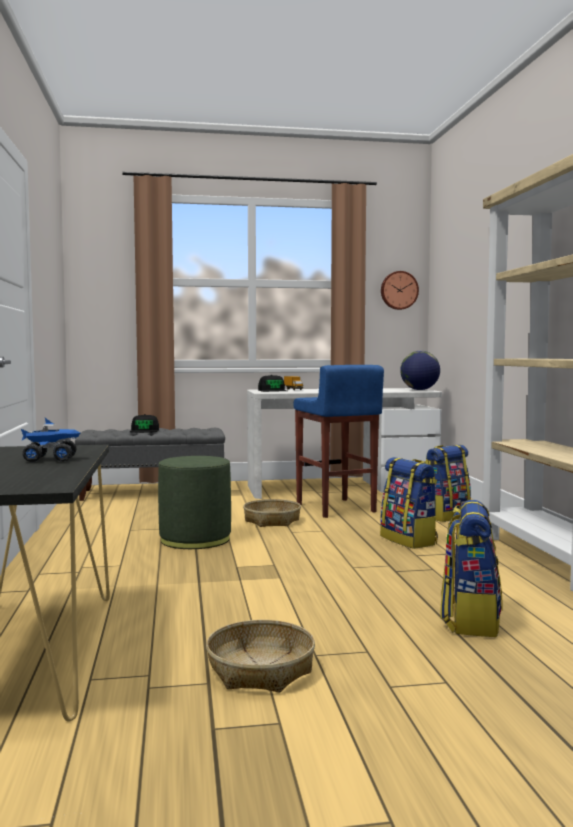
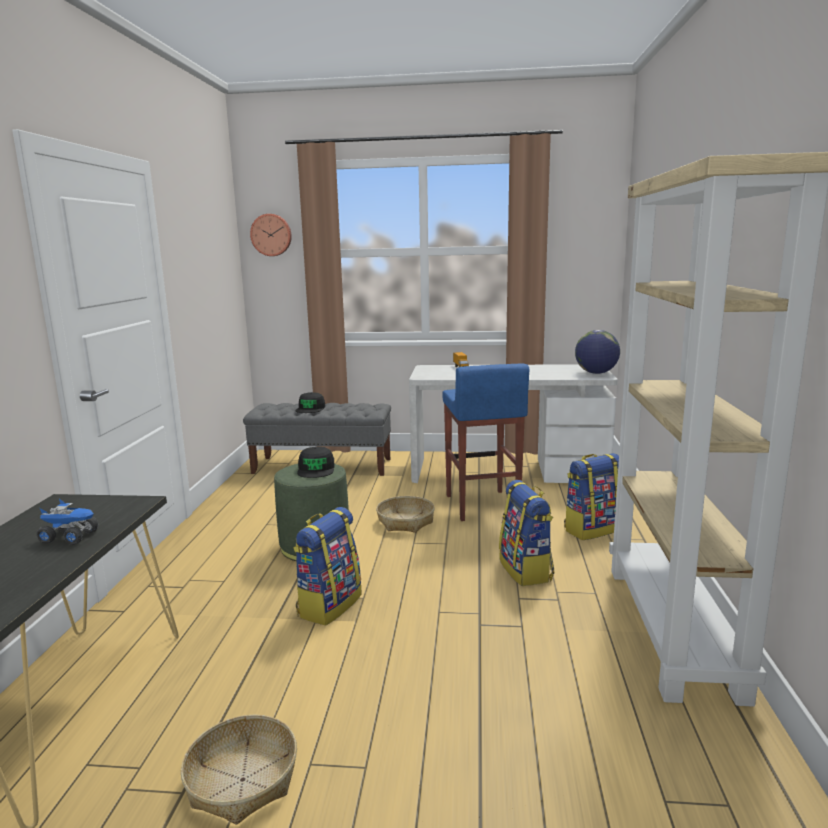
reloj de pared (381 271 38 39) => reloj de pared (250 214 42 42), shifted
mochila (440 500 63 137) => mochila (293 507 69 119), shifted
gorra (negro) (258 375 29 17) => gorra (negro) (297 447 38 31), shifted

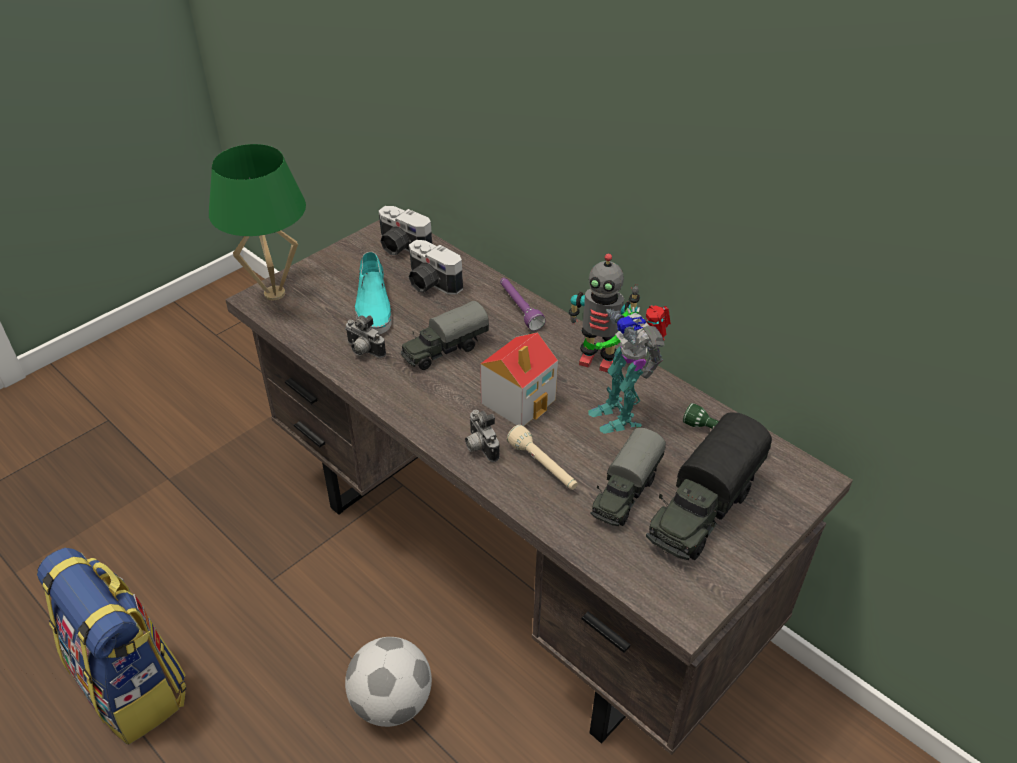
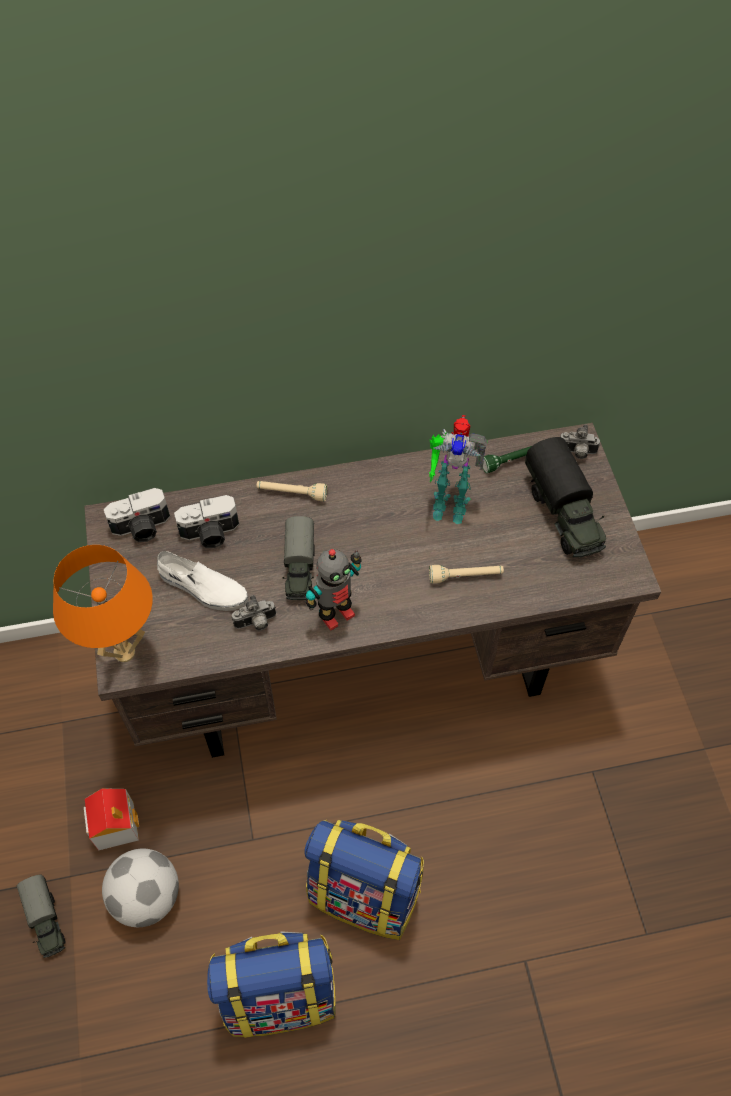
camión de juguete (590 428 76 98) => camión de juguete (17 874 49 84), shifted
lámpara de mesa (verde) (209 144 97 156) => lámpara de mesa (naranja) (53 545 100 117)
casita (480 332 78 94) => casita (84 788 55 63), shifted
balón de fútbol (345 637 87 90) => balón de fútbol (102 848 77 79), shifted
zapato (turquesa) (355 252 37 82) => zapato (blanco) (157 551 92 60)
linterna (morado) (500 278 46 53) => linterna (beis) (257 481 70 20)
nothing => mochila (304 820 120 120)
robot de juguete (569 253 71 119) => robot de juguete (306 549 55 81), shifted
cámara (465 410 35 52) => cámara (560 424 40 35), shifted

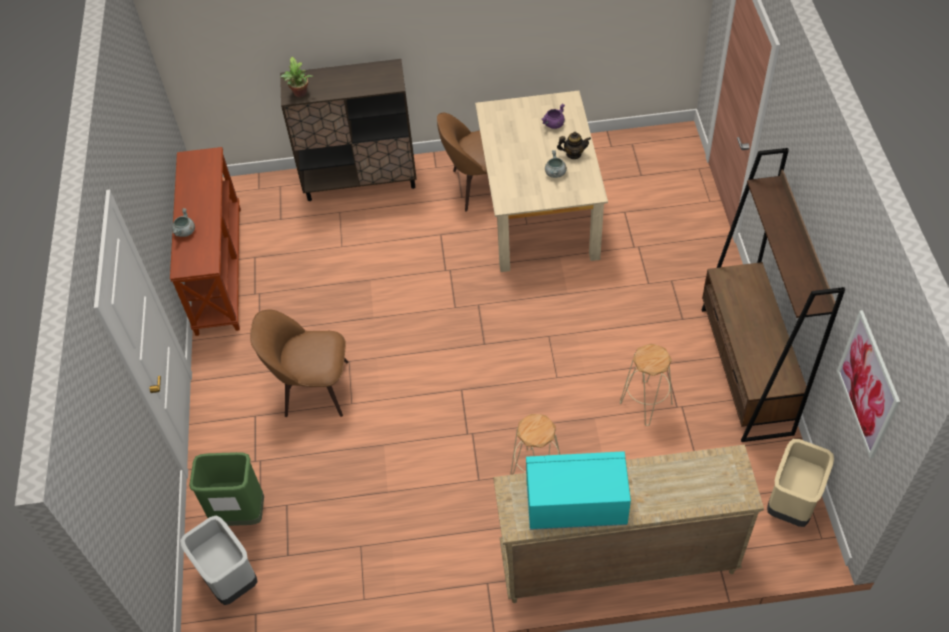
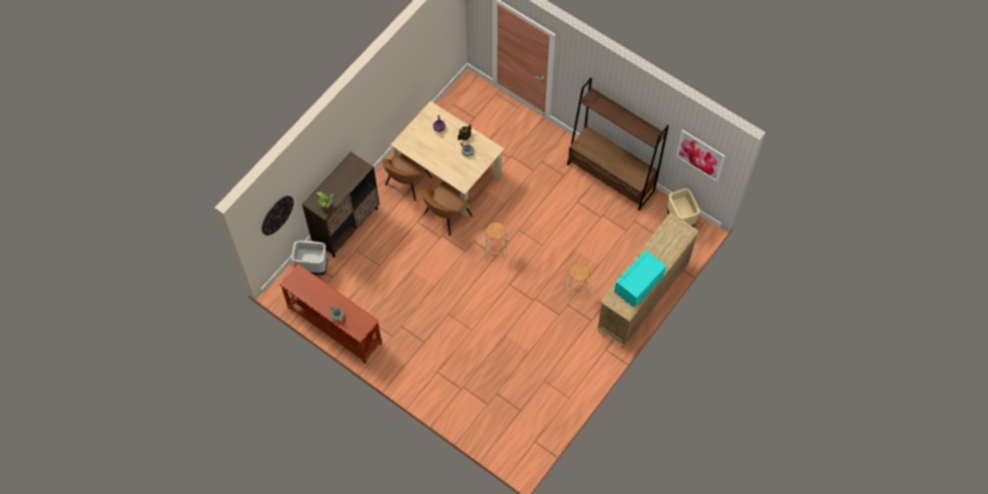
nothing => reloj de pared (262 196 32 39)
papelera (gris) (180 516 78 89) => papelera (gris) (291 241 37 34), shifted
silla (marrón) (250 309 99 108) => silla (marrón) (421 182 51 54), shifted
taburete (beis) (620 344 53 82) => taburete (beis) (484 222 24 39), shifted
papelera (verde) (189 452 75 74) => nothing

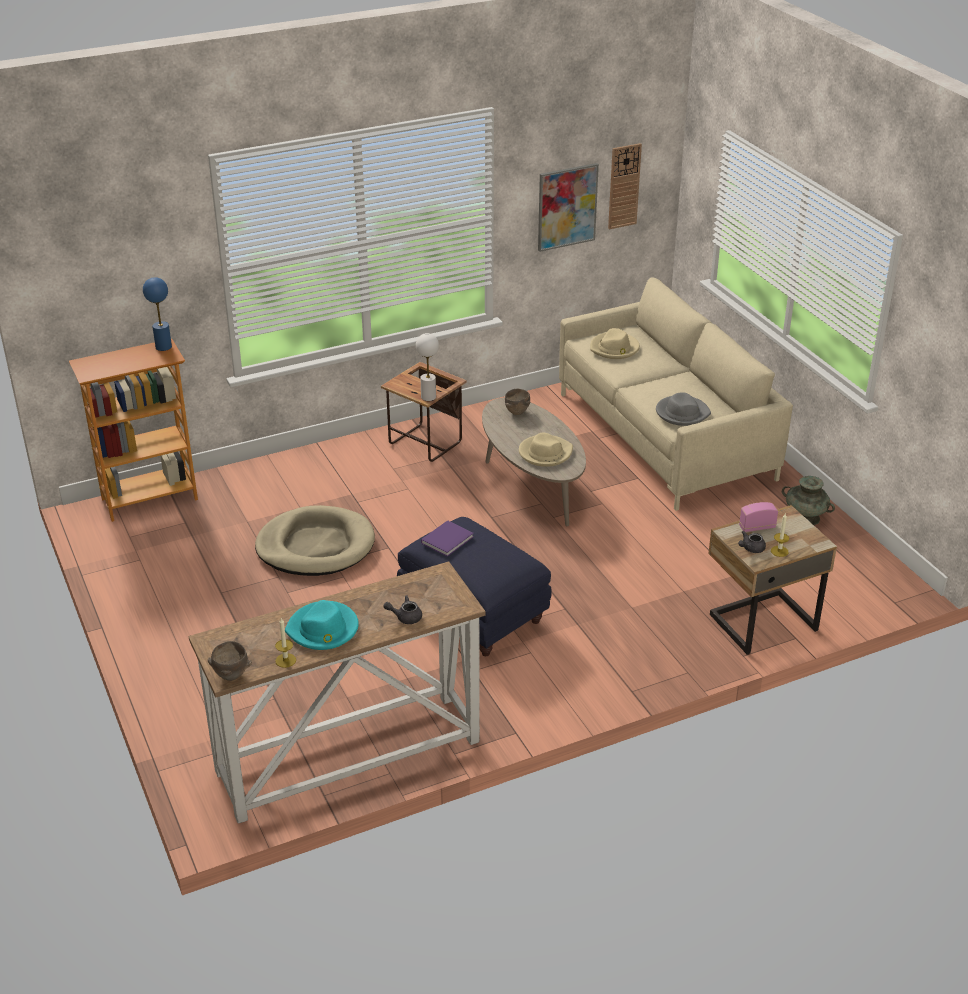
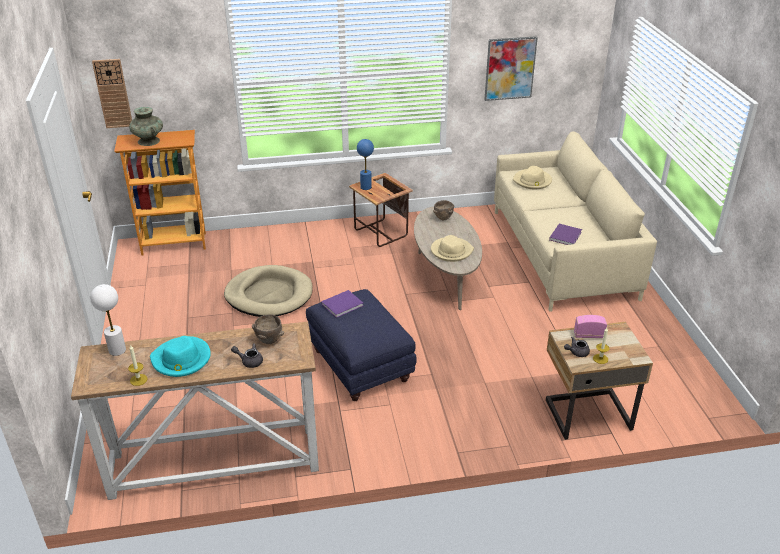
lámpara de mesa (blanco) (416 333 23 68) => lámpara de mesa (blanco) (90 284 36 72), shifted
reloj de pared (608 143 34 86) => reloj de pared (92 59 40 69), shifted
florero (turquesa) (782 476 53 49) => florero (turquesa) (129 107 34 39), shifted
cuenco (marrón) (208 641 44 40) => cuenco (marrón) (252 314 32 30), shifted
lámpara de mesa (azul) (143 277 29 74) => lámpara de mesa (azul) (357 139 17 51), shifted
sombrero (gris) (656 392 55 34) => libro (morado) (549 224 33 21)

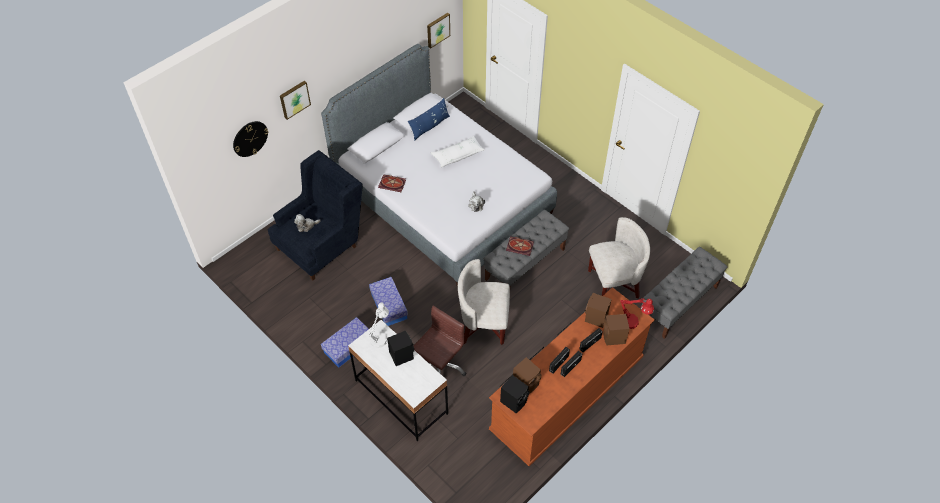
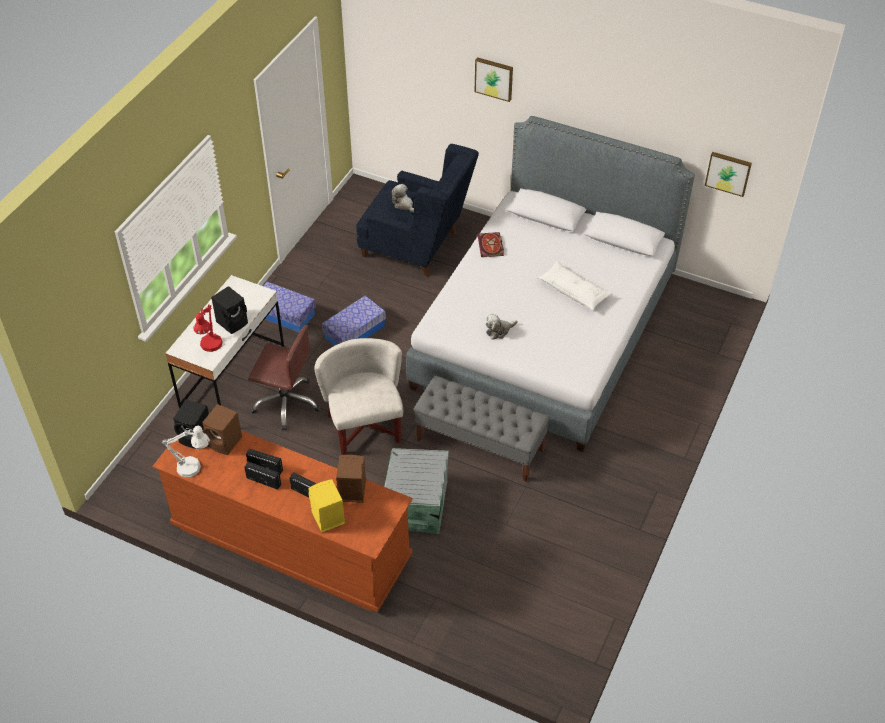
lámpara de mesa (blanco) (369 303 20 45) => lámpara de mesa (blanco) (162 426 48 52), shifted
lámpara de mesa (rojo) (620 298 34 31) => lámpara de mesa (rojo) (193 304 29 48), shifted
altavoz (marrón) (603 314 27 32) => altavoz (amarillo) (308 479 37 53)
nothing => caja de almacenaje (gris) (385 448 64 86)
reloj de pared (233 121 35 36) => nothing
cojín (azul) (408 98 42 43) => nothing
libro (506 236 28 20) => nothing
sillón (blanco) (588 217 62 82) => nothing
banco (gris) (642 247 85 92) => nothing

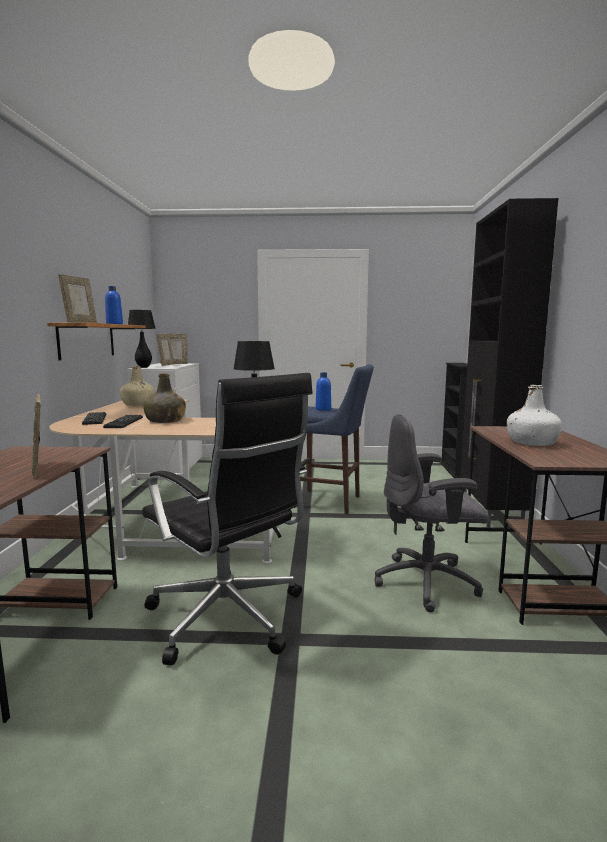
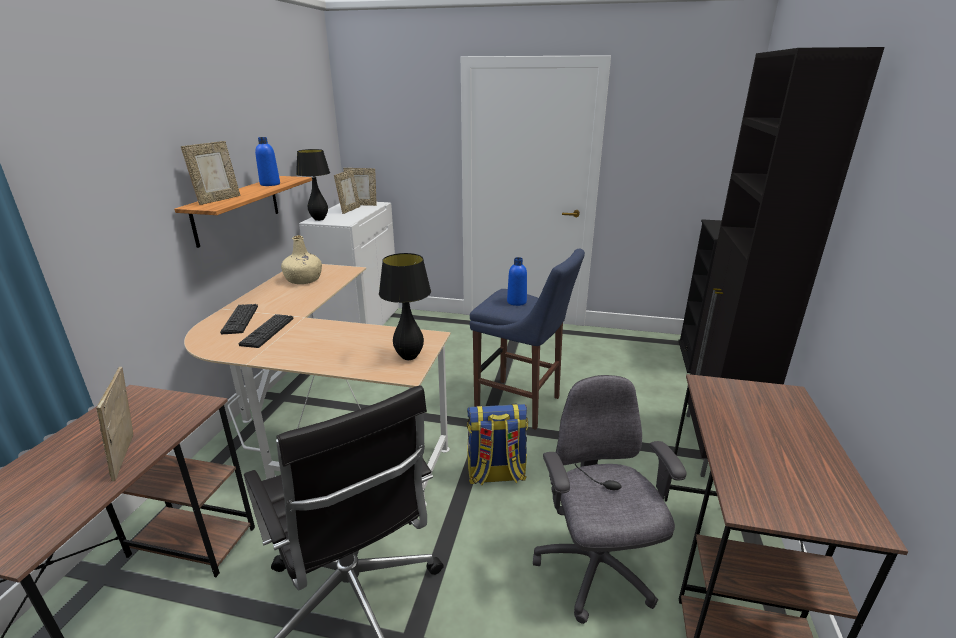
nothing => mochila (467 404 61 81)
silla de oficina (gris) (375 414 113 198) => silla de oficina (gris) (533 375 154 249), 75 degrees clockwise
botella (verde) (143 373 43 50) => nothing
botella (blanco) (507 385 55 61) => nothing

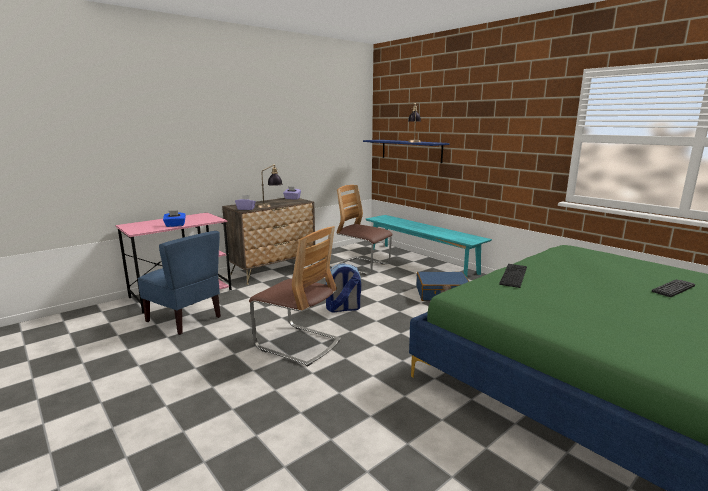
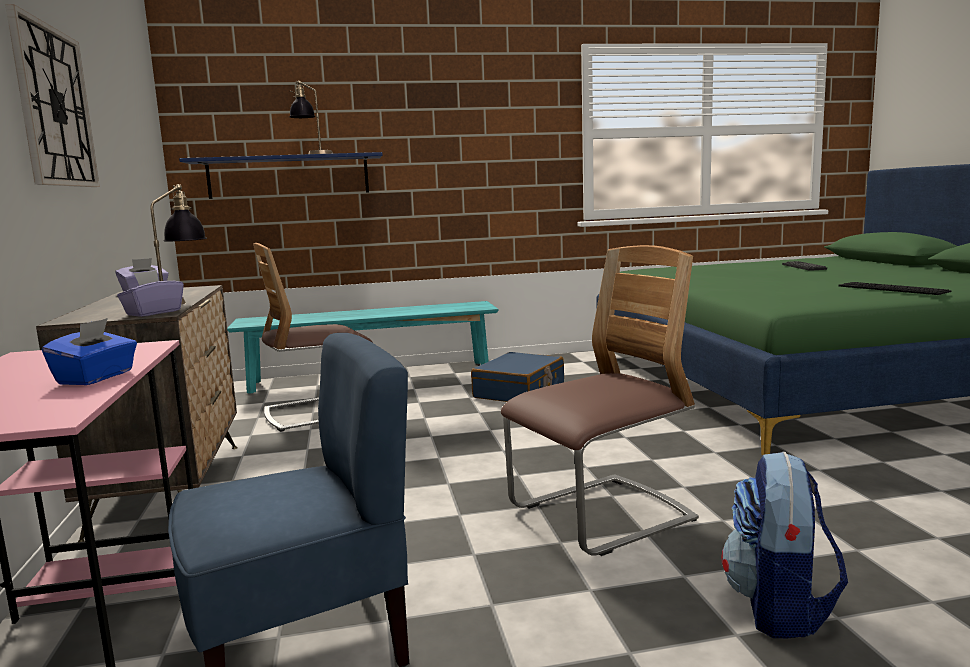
nothing => reloj de pared (5 4 95 183)
mochila (326 263 35 50) => mochila (721 452 127 186), shifted
teclado (499 264 28 24) => teclado (839 282 113 13), shifted

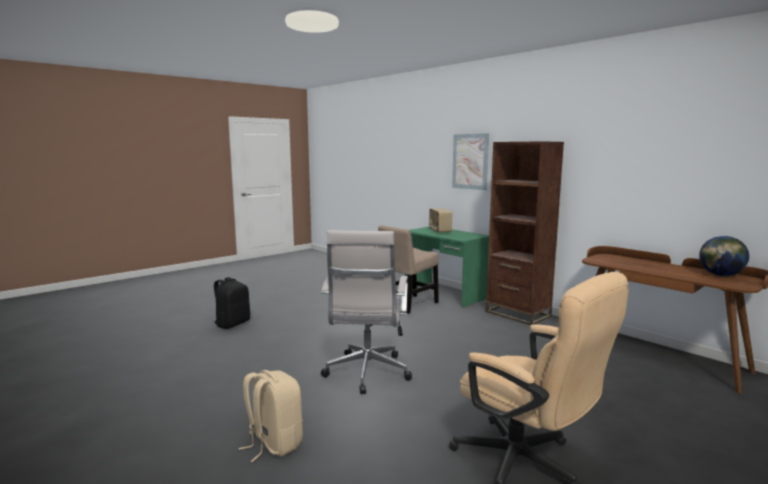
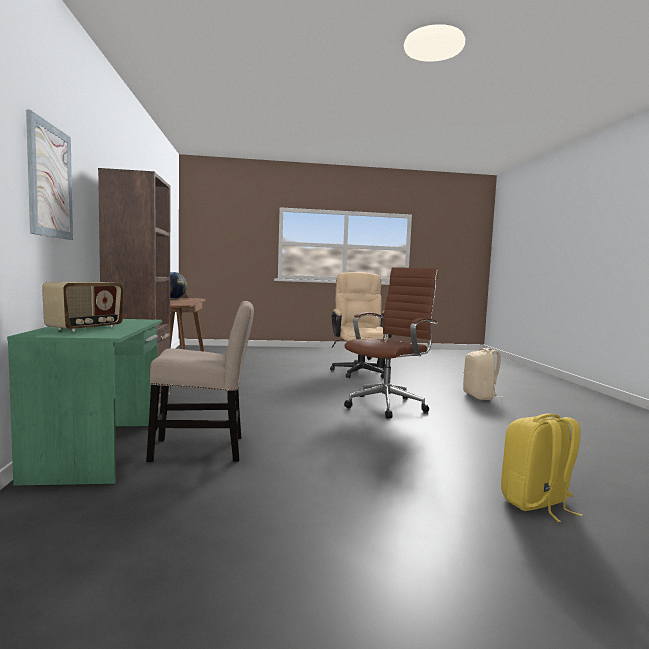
silla de oficina (blanco) (321 230 91 164) => silla de oficina (marrón) (344 267 94 152)
mochila (negro) (213 277 37 52) => mochila (amarillo) (501 414 82 108)

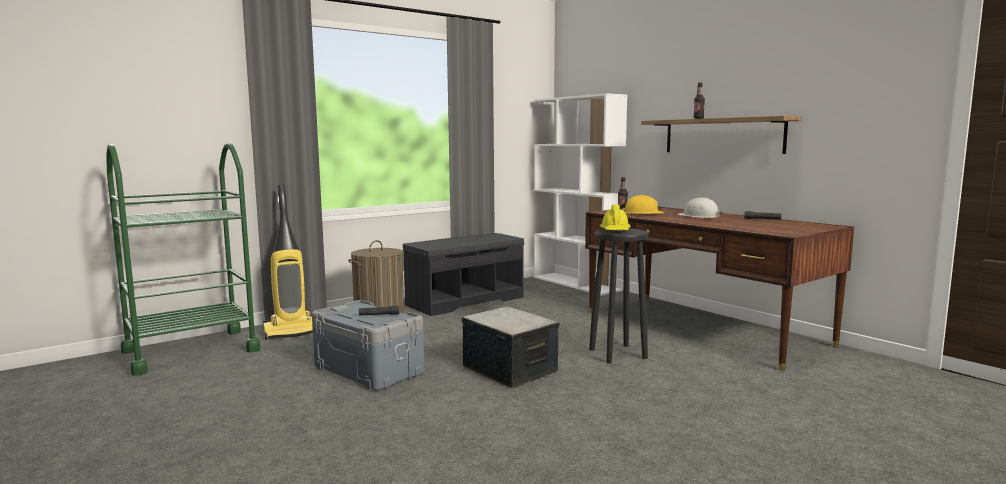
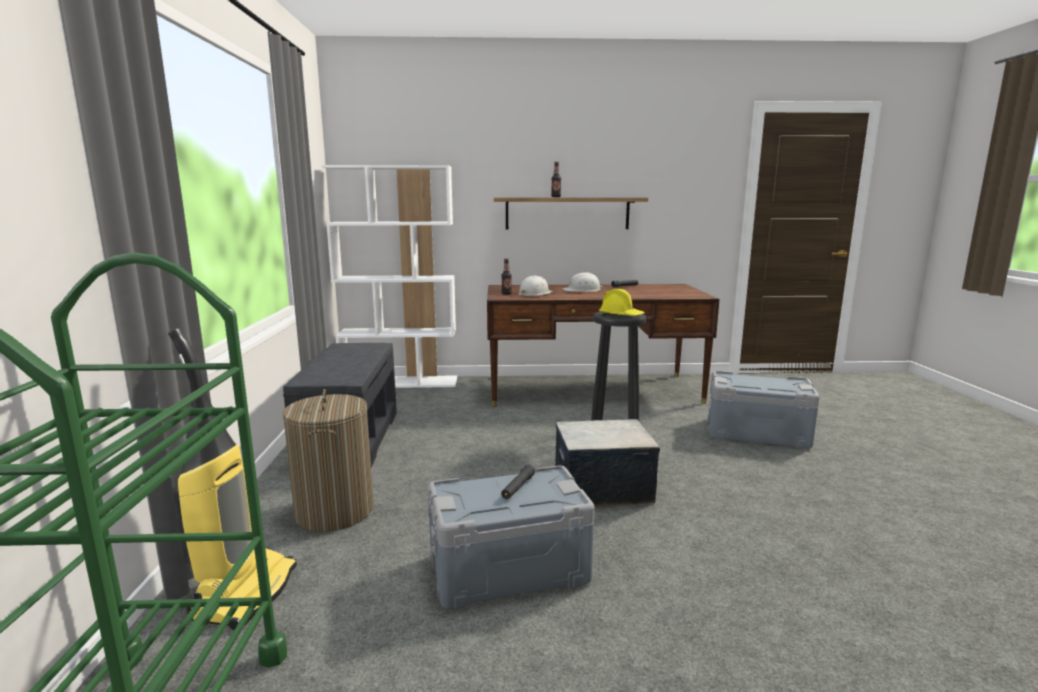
casco (amarillo) (621 195 43 19) => casco (blanco) (518 276 35 21)
nothing => caja de almacenaje (gris) (708 371 112 78)

